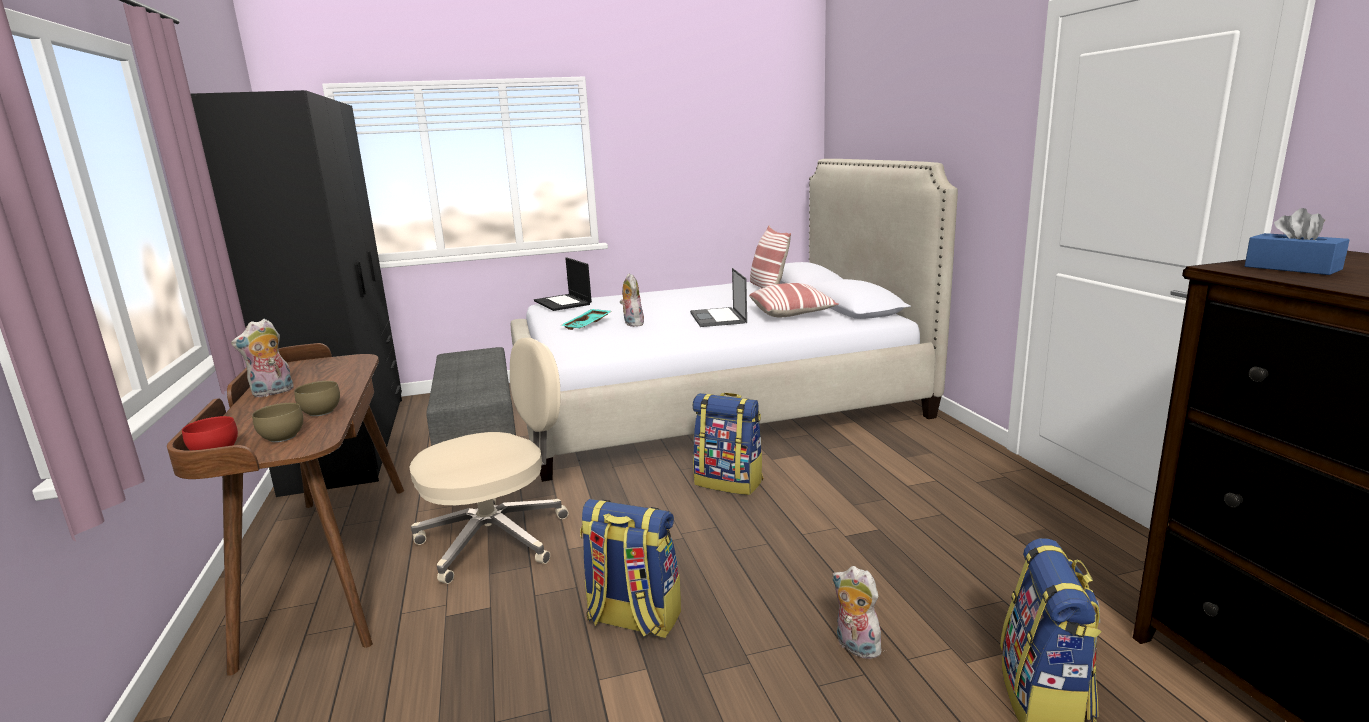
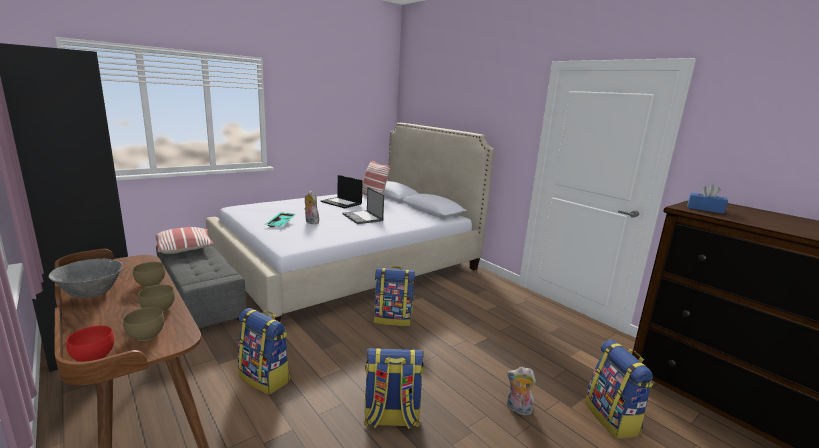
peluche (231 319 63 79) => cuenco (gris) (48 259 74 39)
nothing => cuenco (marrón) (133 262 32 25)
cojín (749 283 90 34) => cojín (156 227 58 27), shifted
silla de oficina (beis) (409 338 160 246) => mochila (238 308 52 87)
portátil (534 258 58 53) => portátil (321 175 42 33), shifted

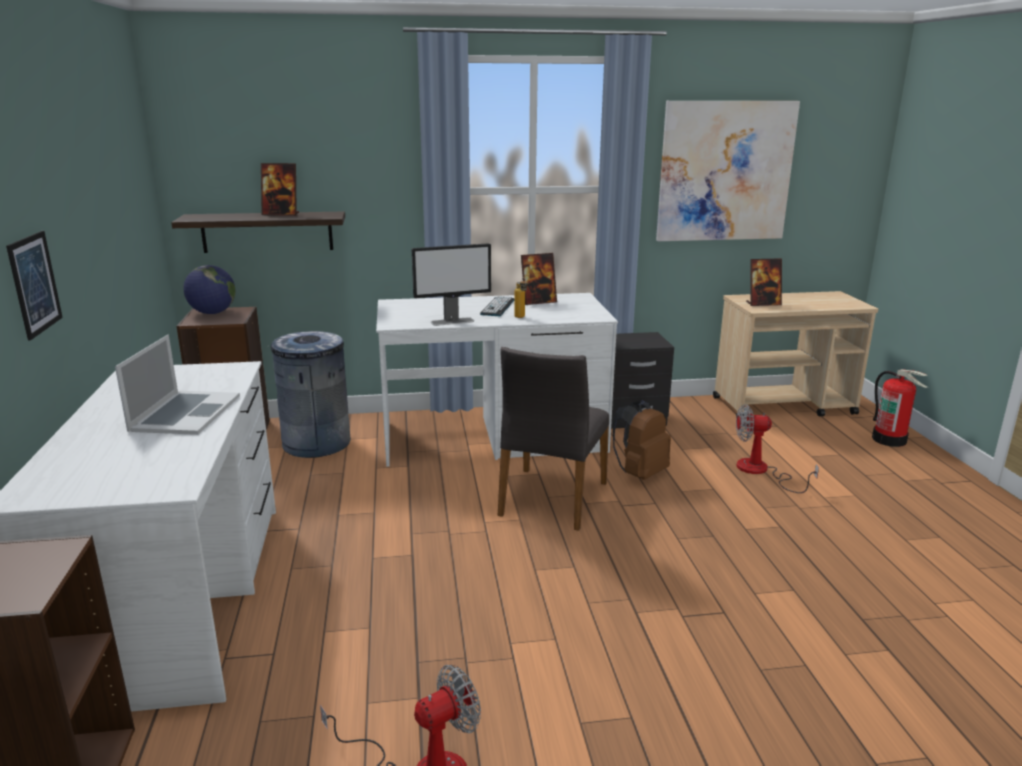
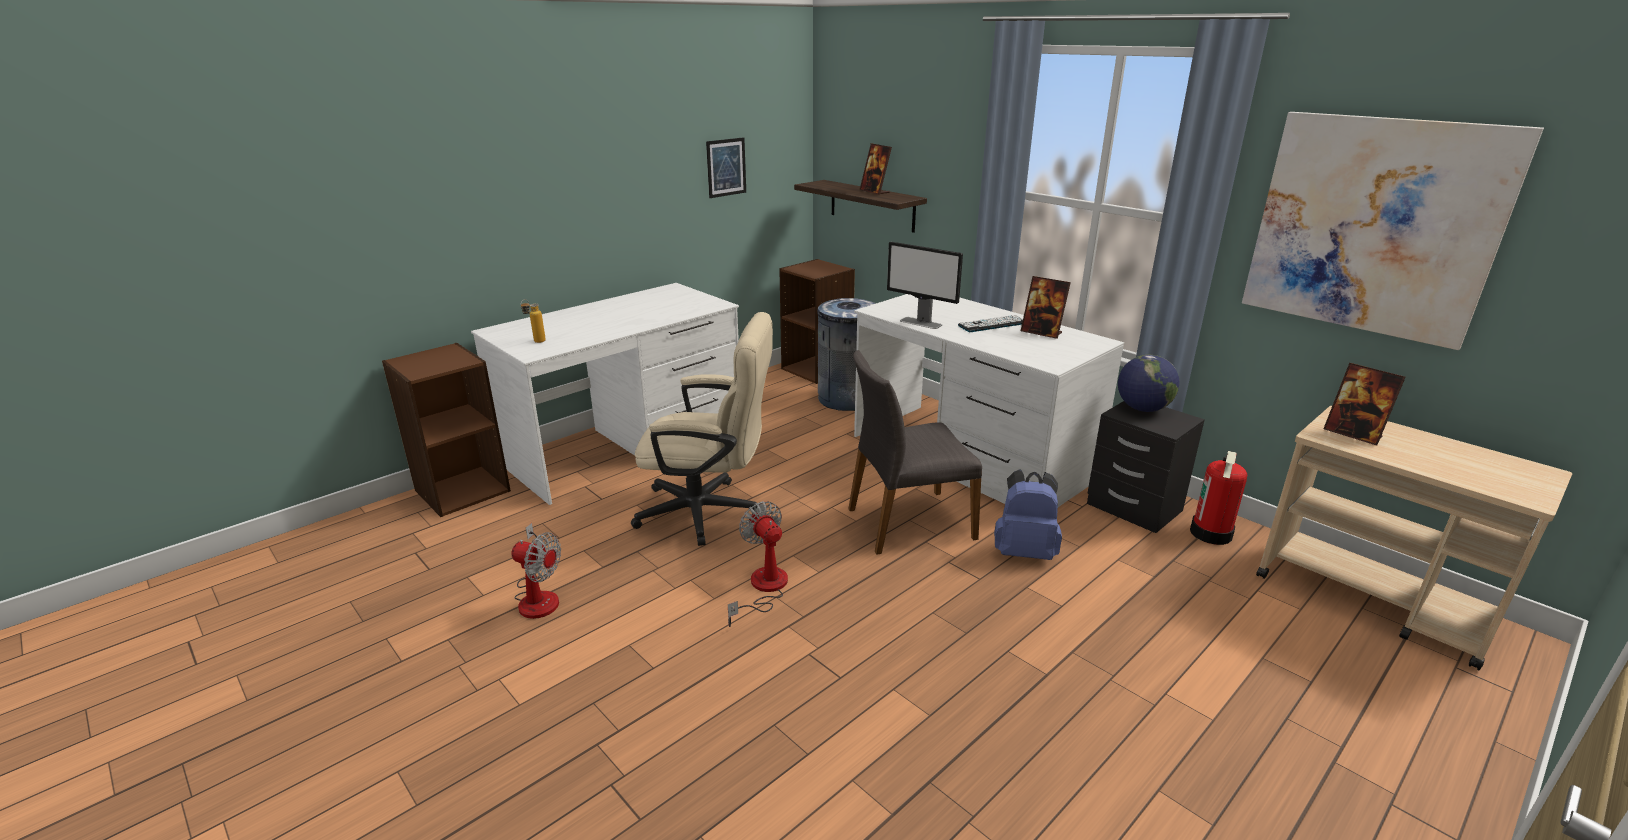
botella (514 277 14 41) => botella (521 299 25 44), shifted
nothing => silla de oficina (beis) (631 312 142 234)
cuadro (6 231 57 109) => cuadro (706 137 40 61), shifted
ventilador (736 404 83 89) => ventilador (728 501 60 126), shifted
mochila (marrón) (613 400 58 80) => mochila (azul) (994 469 68 91)
globo terráqueo (183 265 53 49) => globo terráqueo (1118 355 61 57), shifted
extintor (872 369 56 78) => extintor (1190 451 57 94), shifted
portátil (115 334 125 101) => nothing

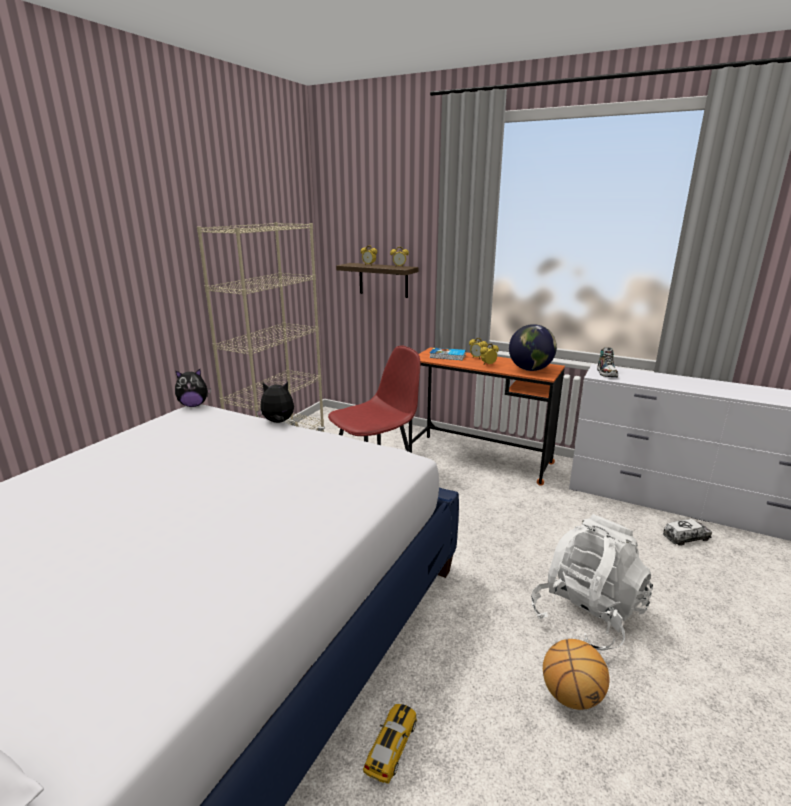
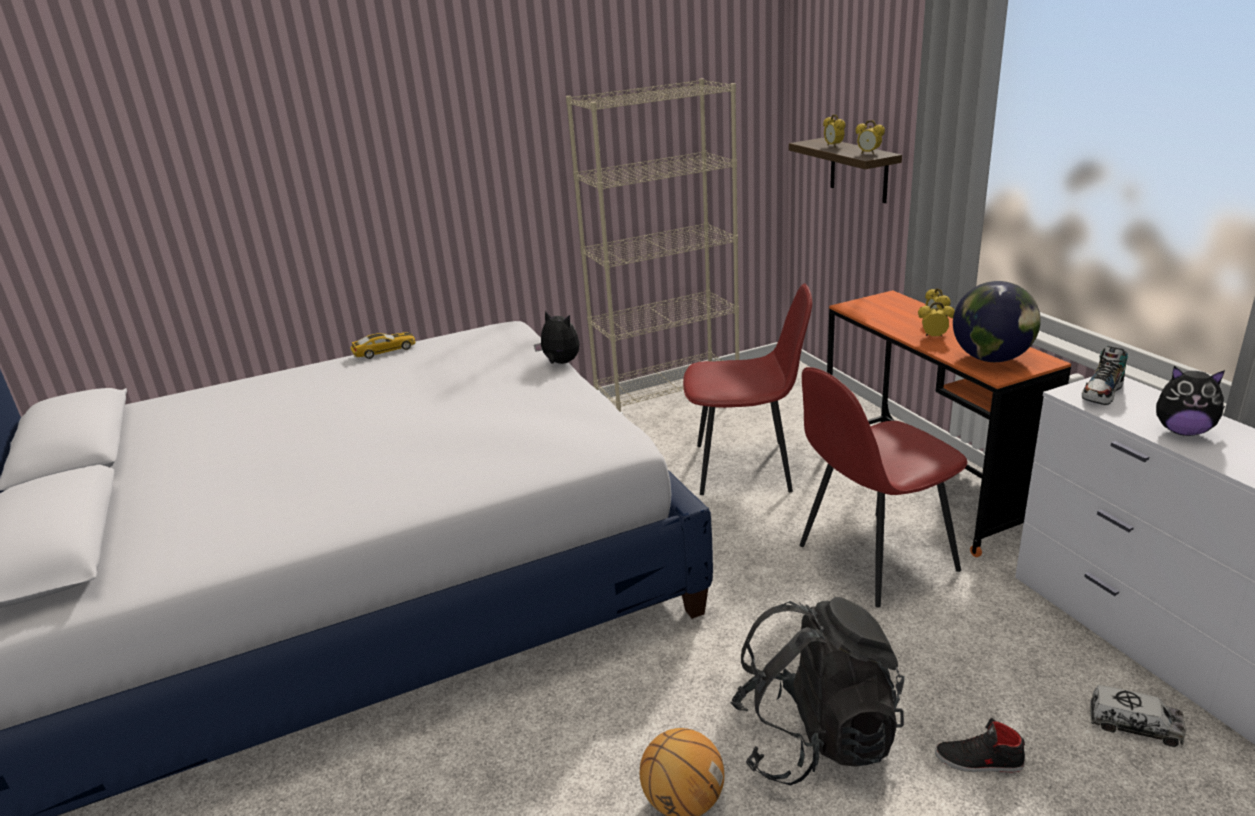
coche de juguete (363 704 54 81) => coche de juguete (350 332 66 27), shifted
mochila (blanco) (531 514 122 137) => mochila (negro) (730 597 175 189)
nothing => silla (rojo) (800 367 167 240)
nothing => zapato (negro) (935 718 90 54)
peluche (175 369 36 38) => peluche (1156 366 69 70), shifted
libro (429 348 37 12) => nothing

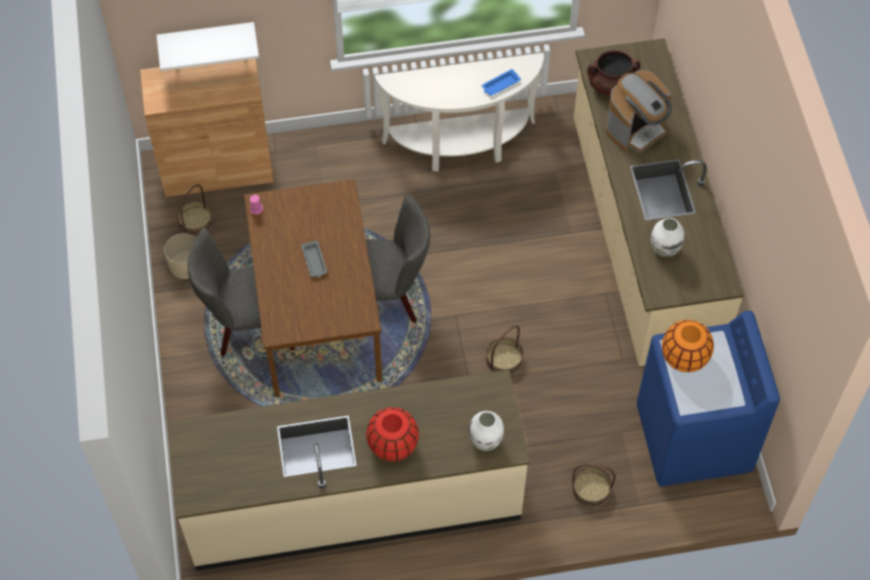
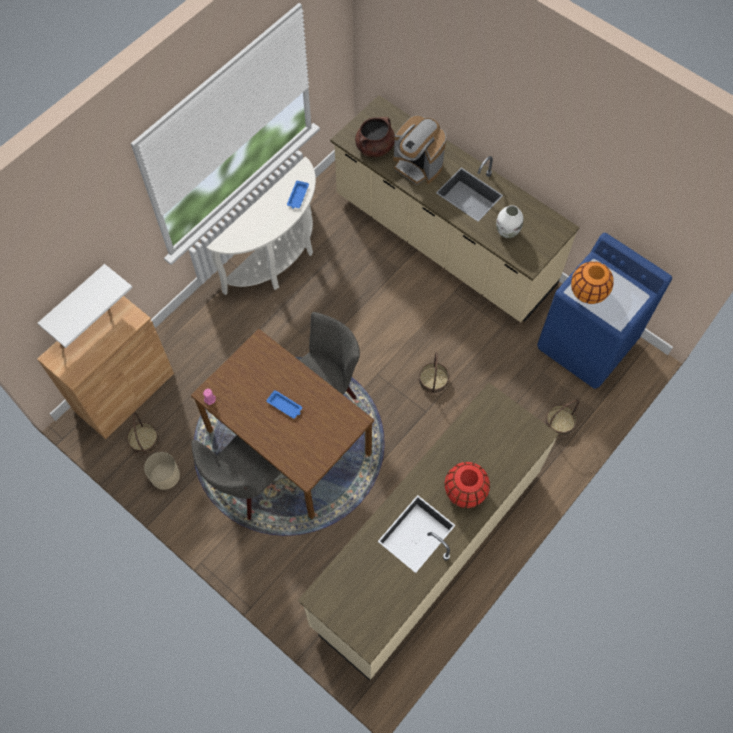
bandeja (gris) (301 240 26 37) => bandeja (azul) (266 390 36 29)
cafetera (606 70 66 83) => cafetera (393 116 53 69), 120 degrees clockwise
florero (blanco) (469 411 35 40) => nothing

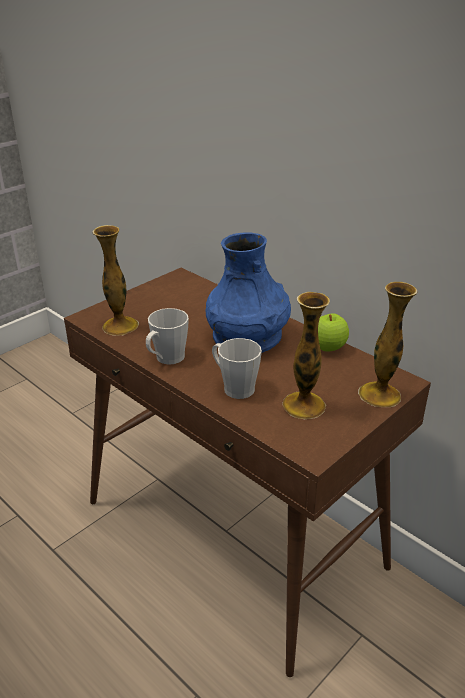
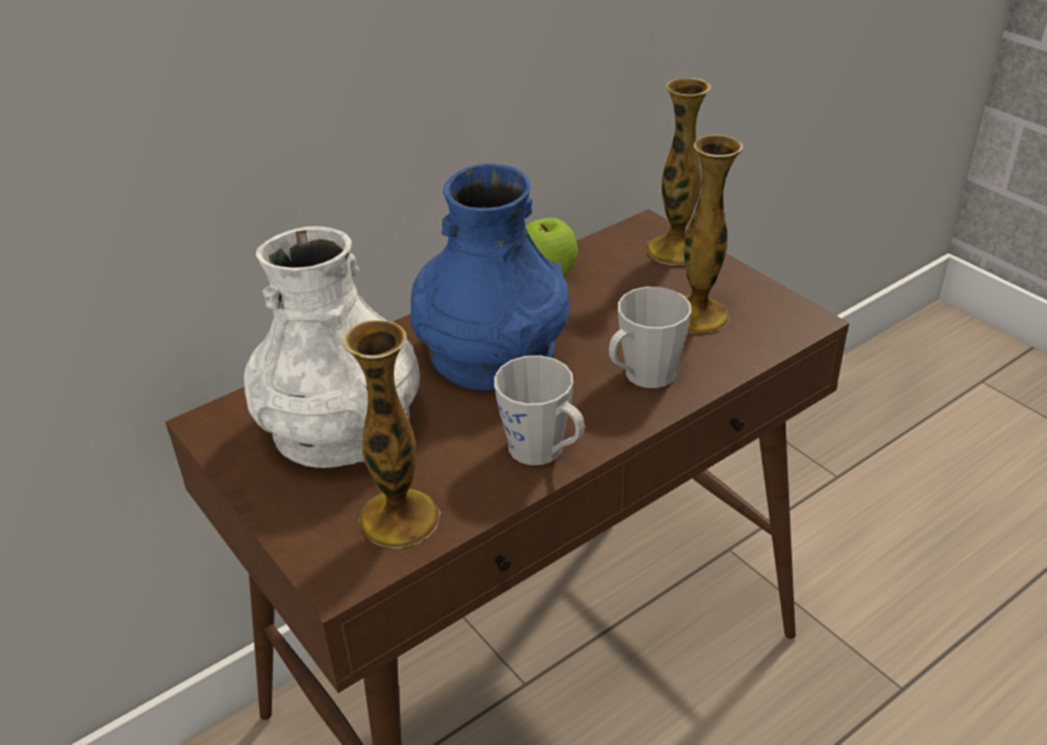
nothing => florero (blanco) (244 226 176 242)

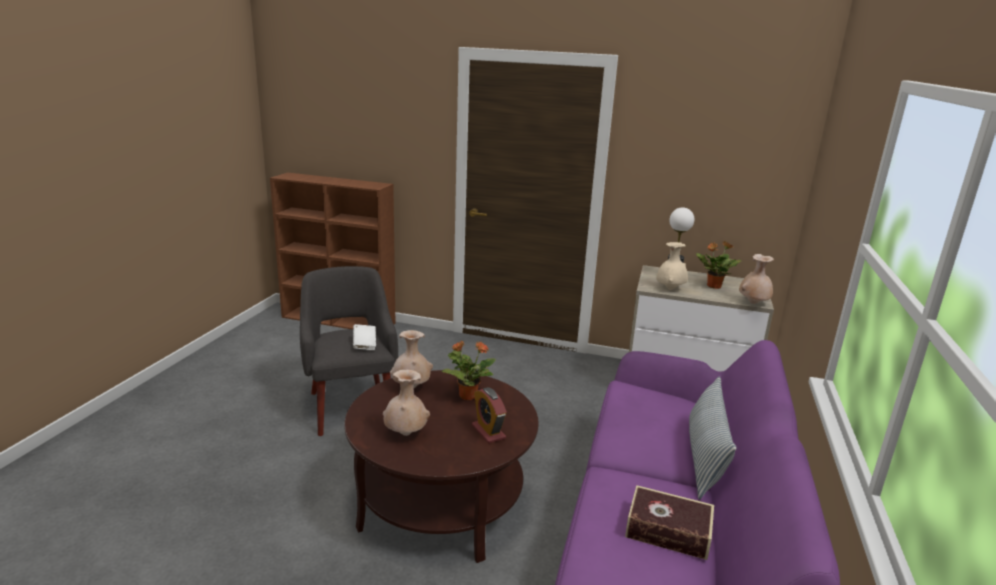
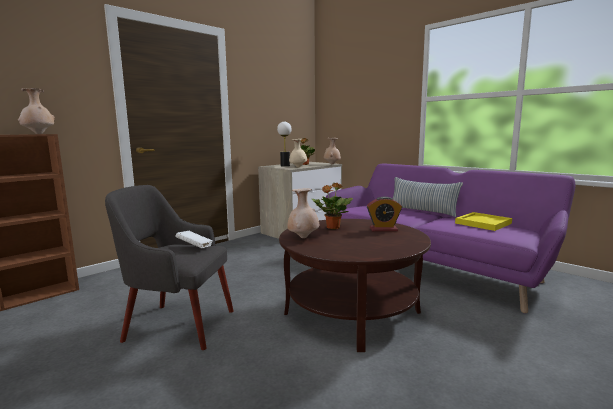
florero (beis) (383 370 47 66) => florero (beis) (18 88 37 46), shifted
libro (625 485 89 75) => bandeja (amarillo) (455 212 57 19)

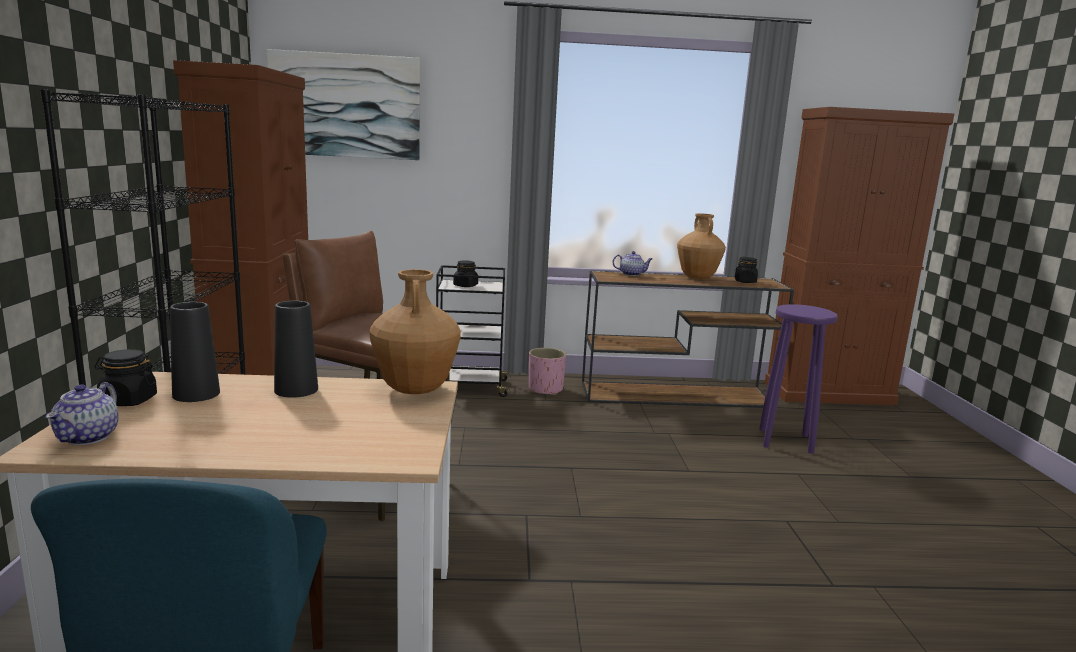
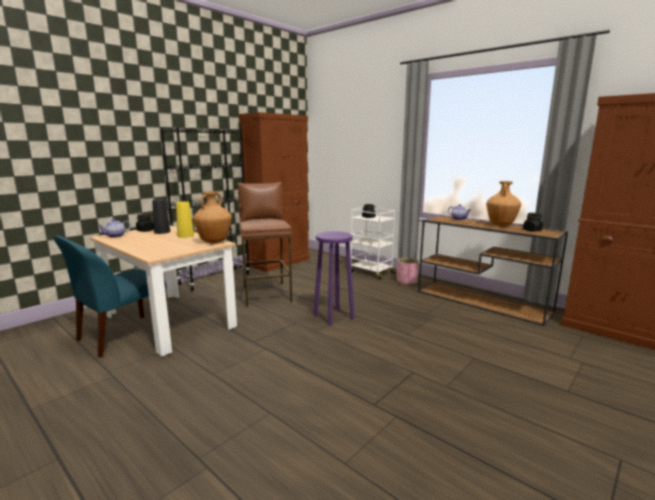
florero (negro) (274 301 44 97) => florero (amarillo) (176 201 18 37)
taburete (morado) (759 304 79 150) => taburete (morado) (314 231 40 95), shifted
carrito (negro) (436 265 75 132) => carrito (blanco) (350 207 47 73)
cuadro (266 49 154 111) => nothing

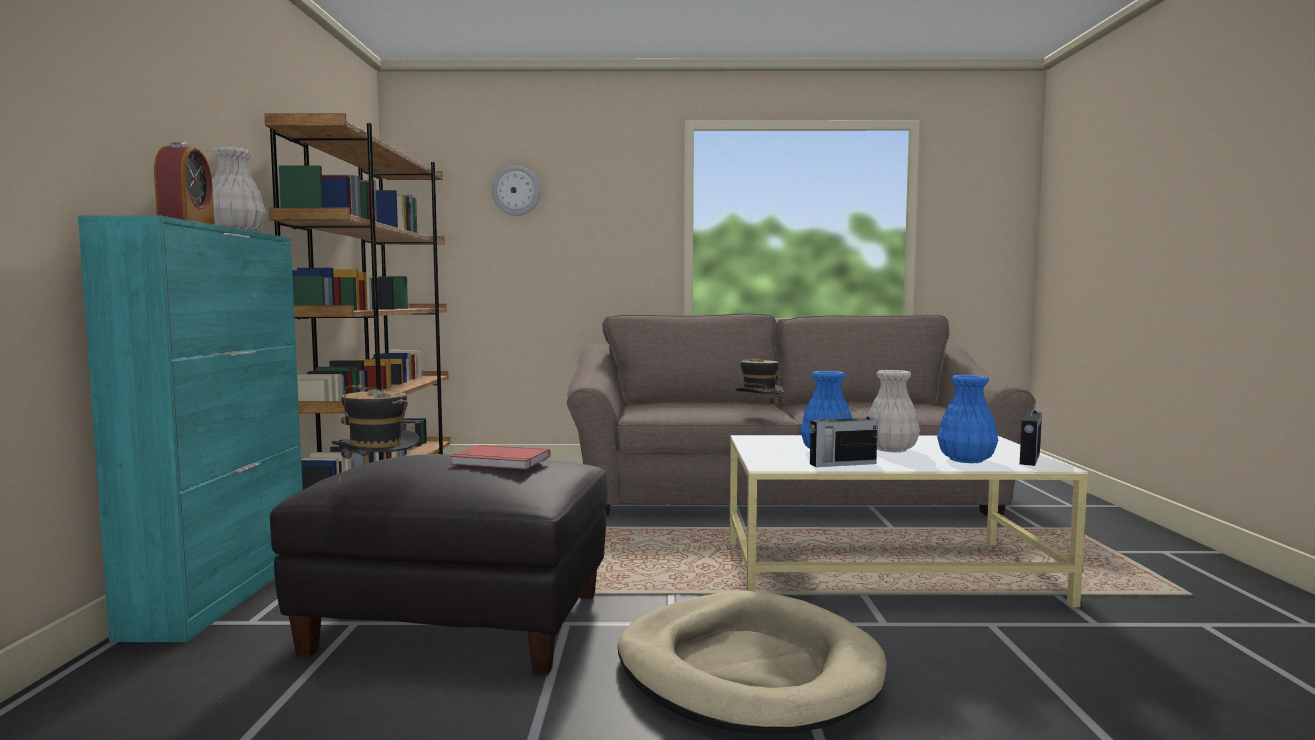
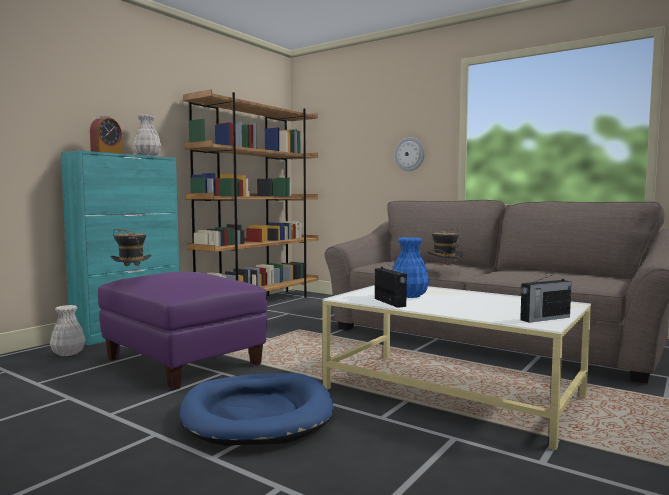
florero (blanco) (868 370 52 83) => florero (blanco) (50 305 36 51), shifted
puf (negro) (270 454 338 221) => puf (morado) (98 272 170 118)
cama para perro (beis) (618 591 268 143) => cama para perro (azul) (180 373 154 73)
radio (809 406 69 61) => radio (375 261 32 47), 135 degrees counterclockwise
reloj de pared (492 166 49 50) => reloj de pared (394 137 31 34), shifted
libro (rojo) (450 445 100 25) => nothing
florero (azul) (937 375 61 88) => nothing

